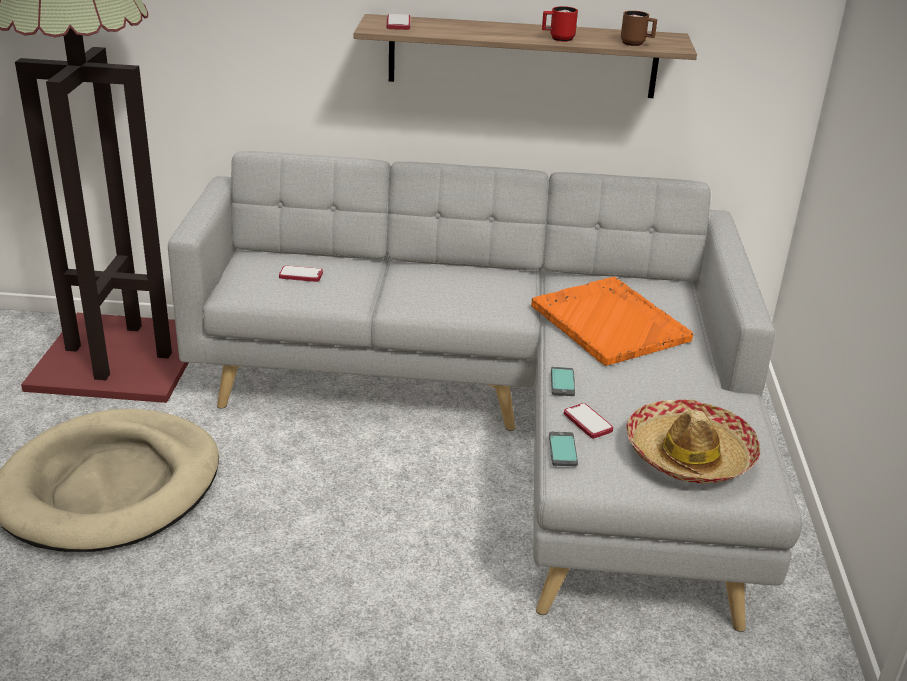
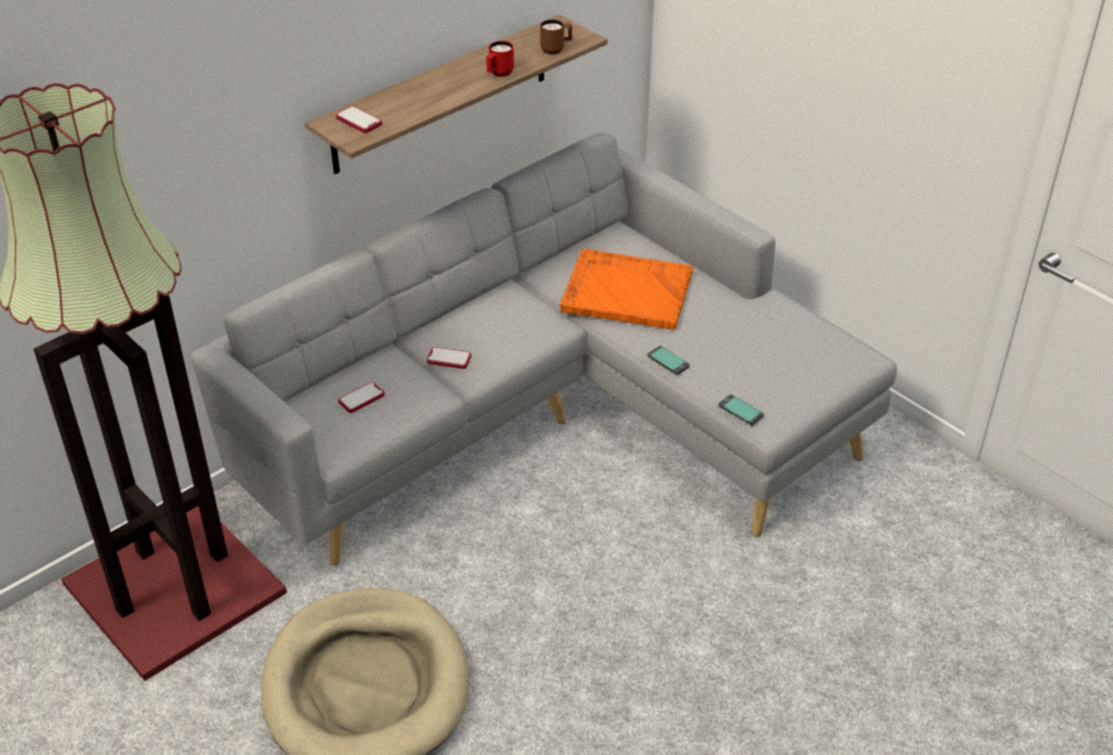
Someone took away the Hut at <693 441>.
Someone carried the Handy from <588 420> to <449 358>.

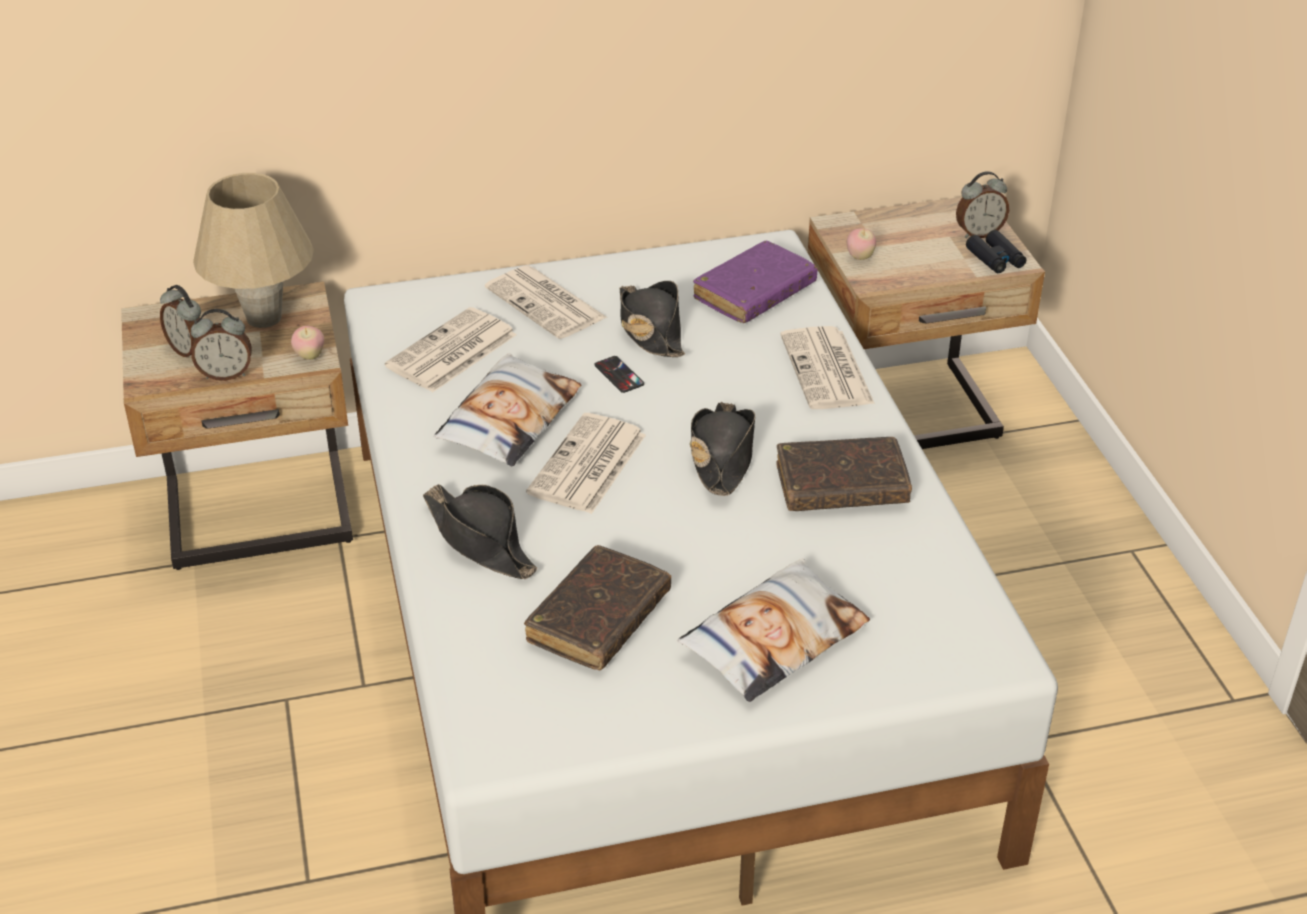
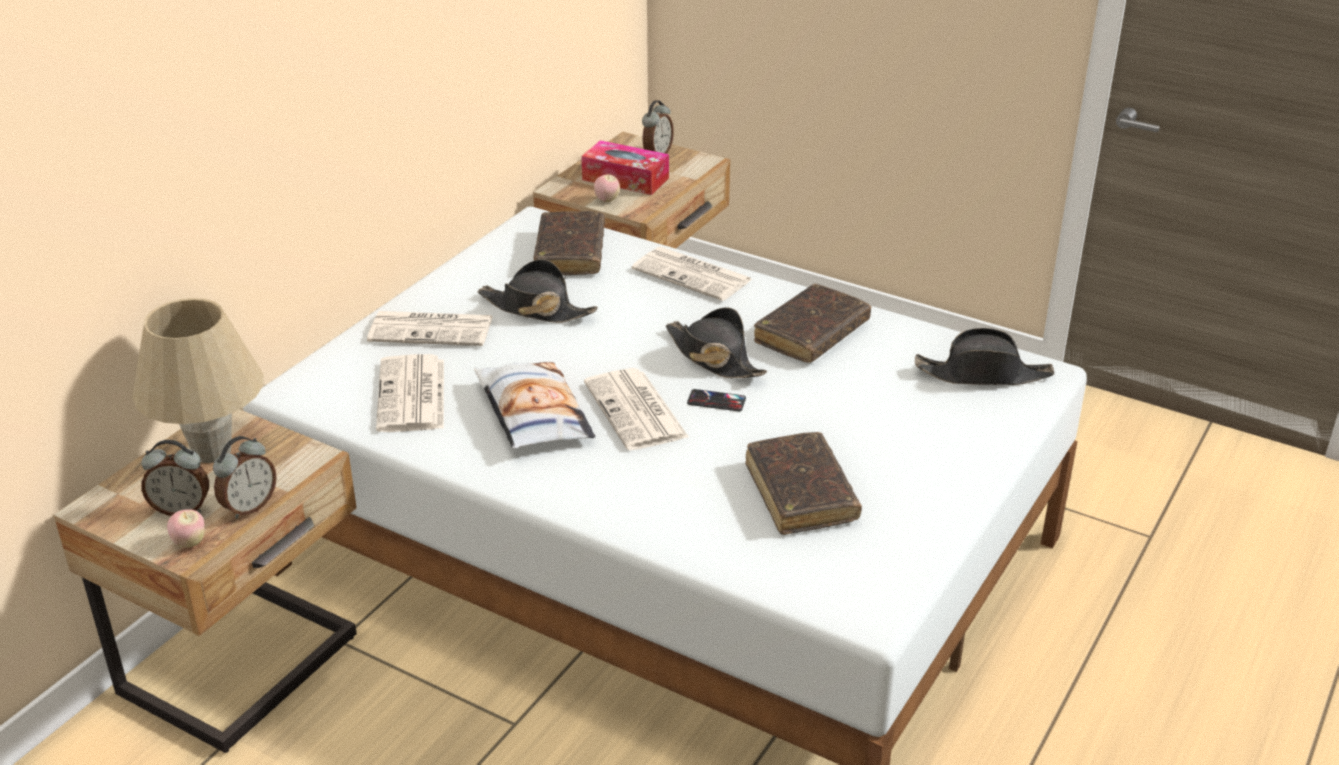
Someone took away the Fernglas [schwarz] at <996 251>.
Someone repainted the Buch [lila] at <755 282>, which became the Buch [braun] at <569 243>.
Someone carried the Apfel from <307 343> to <186 528>.
Someone carried the Handy from <619 374> to <716 400>.
Someone carried the Hut [schwarz] from <480 531> to <984 356>.
Someone took away the Kissen at <773 630>.
Someone put down the Taschentuchbox at <625 167>.

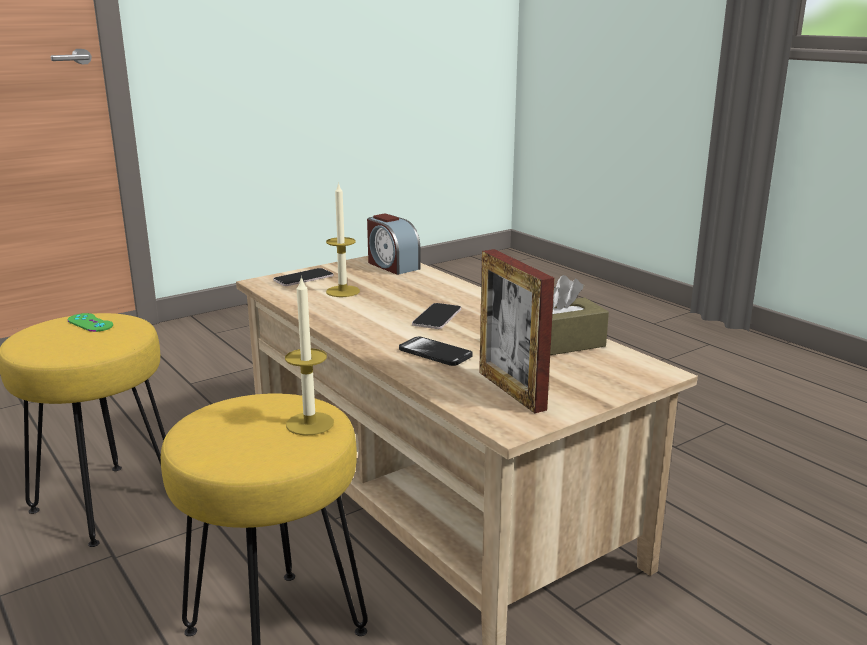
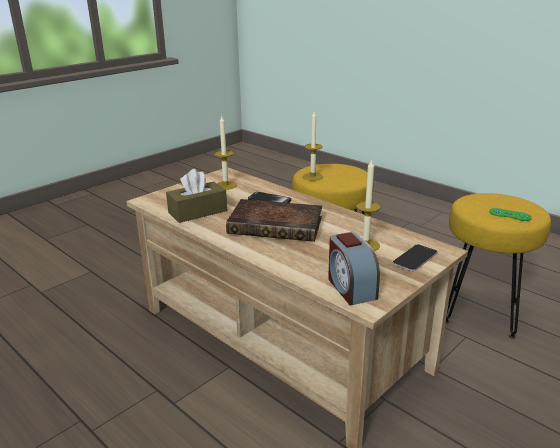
Someone rotated the Wecker at <394 244> by 150 degrees counterclockwise.
Someone swapped the Bilderrahmen at <516 331> for the Kerze at <225 153>.
Someone swapped the Handy at <436 316> for the Buch at <274 220>.

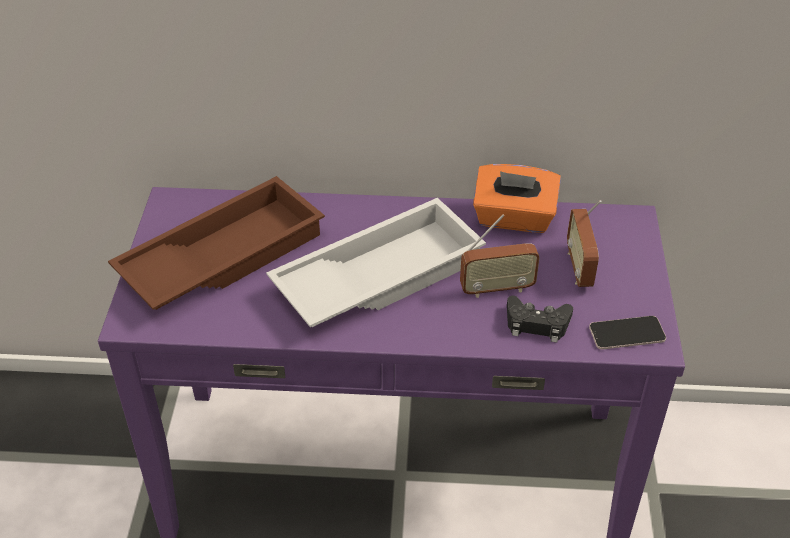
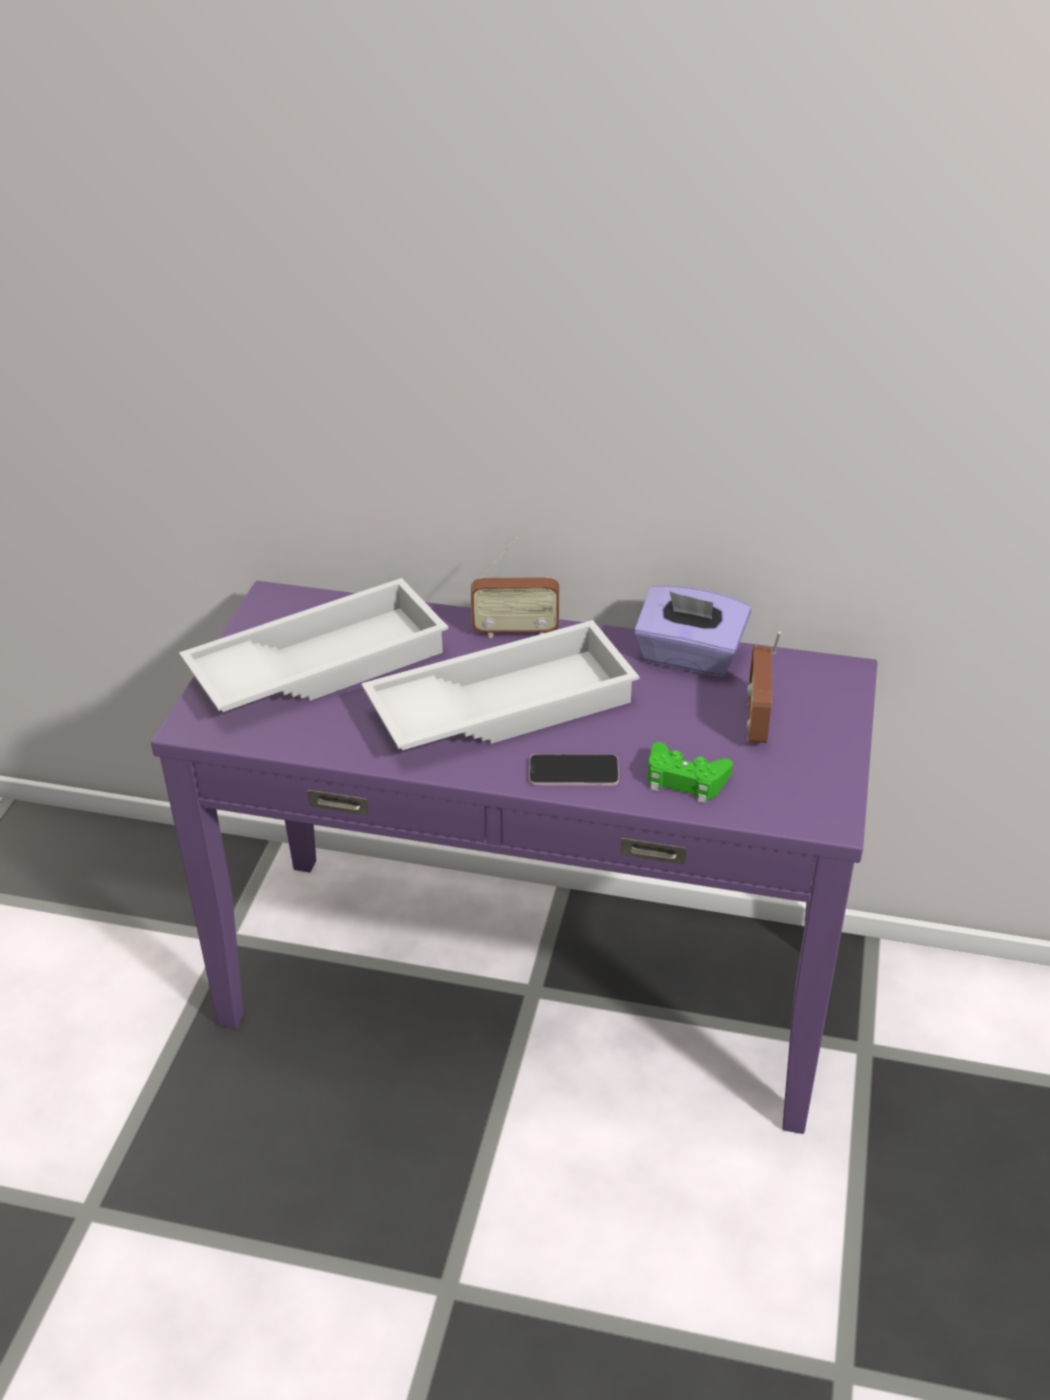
Someone repainted the Taschentuchbox [orange] at <517 198>, which became the Taschentuchbox [lila] at <692 631>.
Someone repainted the Tablett [braun] at <216 243>, which became the Tablett [weiß] at <313 645>.
Someone carried the Radio from <500 256> to <515 587>.
Someone repainted the Gamepad [schwarz] at <540 319>, which became the Gamepad [grün] at <690 772>.
Someone carried the Handy from <627 332> to <574 769>.

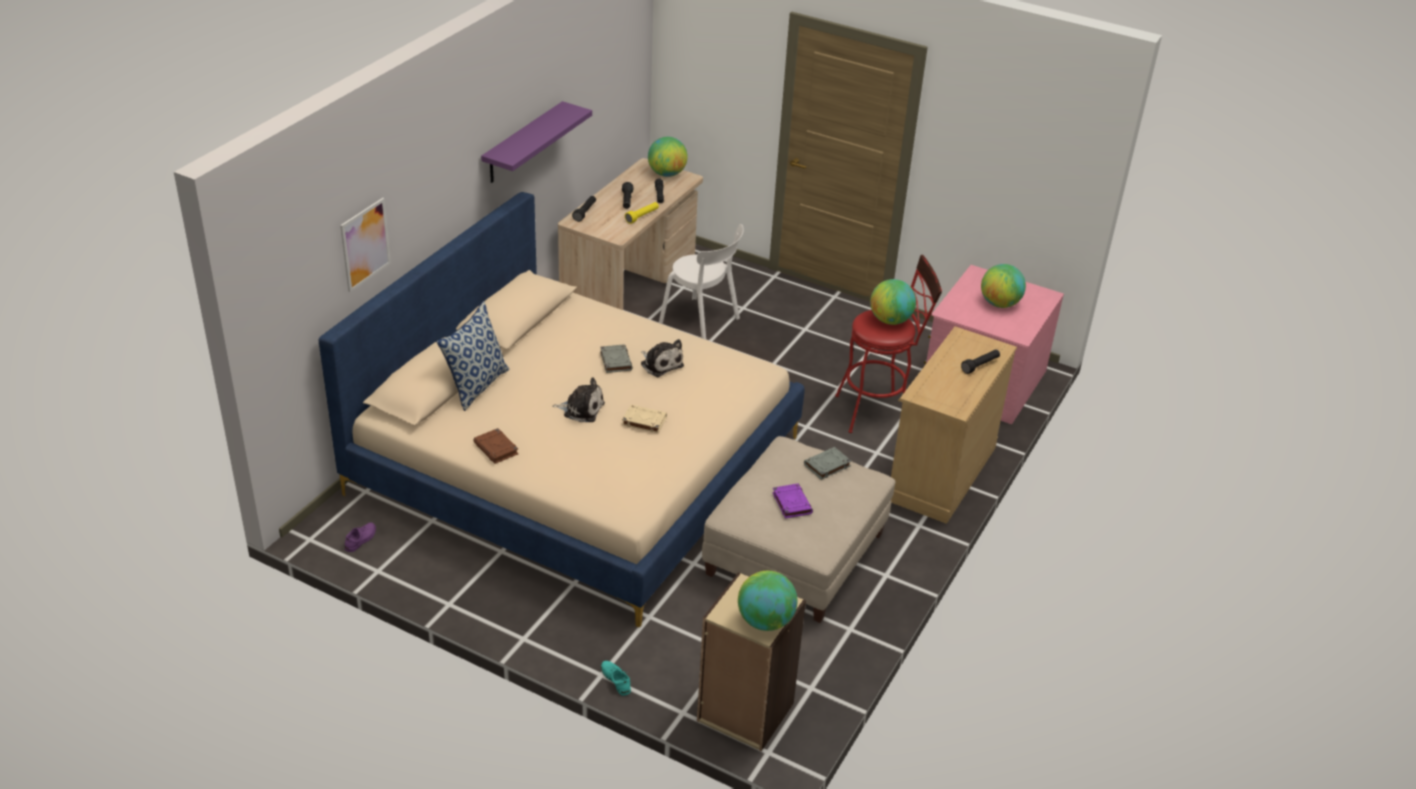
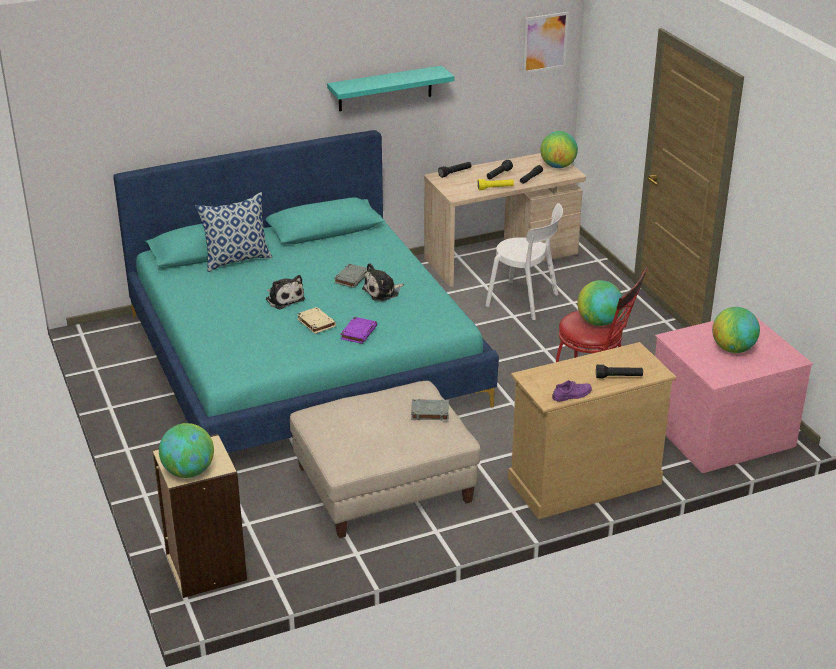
Someone repainted the Wandregal [lila] at <536 142>, which became the Wandregal [türkis] at <391 88>.
Someone repainted the Bett [beige] at <562 409>, which became the Bett [türkis] at <306 292>.
Someone carried the Bild from <365 245> to <546 43>.
Someone rotated the Stuhl [weiß] at <701 282> by 45 degrees counterclockwise.
Someone rotated the Plüschtier at <662 358> by 60 degrees clockwise.
Someone took away the Buch [braun] at <495 446>.
Someone carried the Buch [lila] from <792 501> to <358 330>.
Someone carried the Schuh [lila] from <360 537> to <572 391>.
Someone took away the Schuh [türkis] at <616 678>.

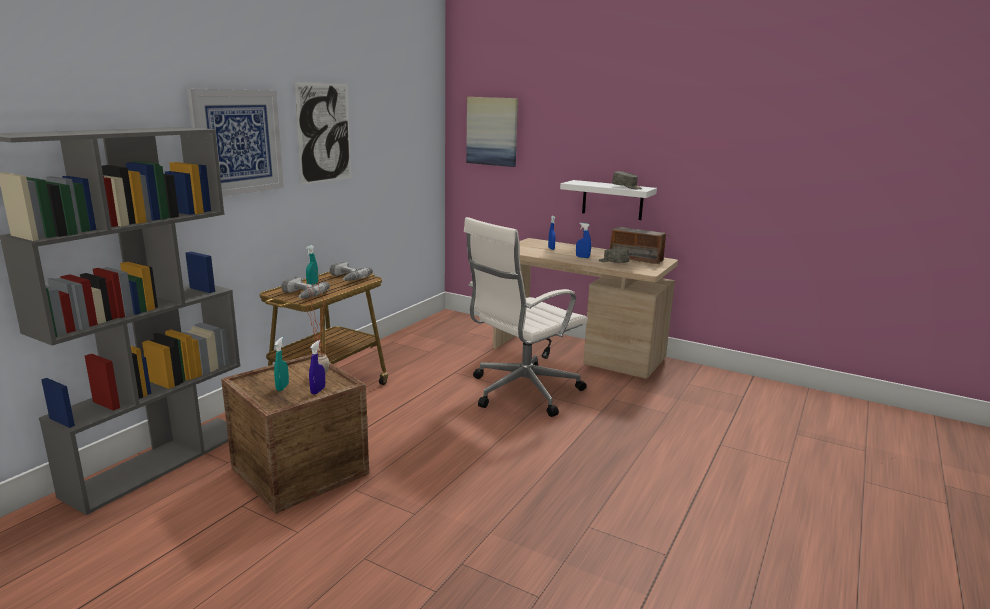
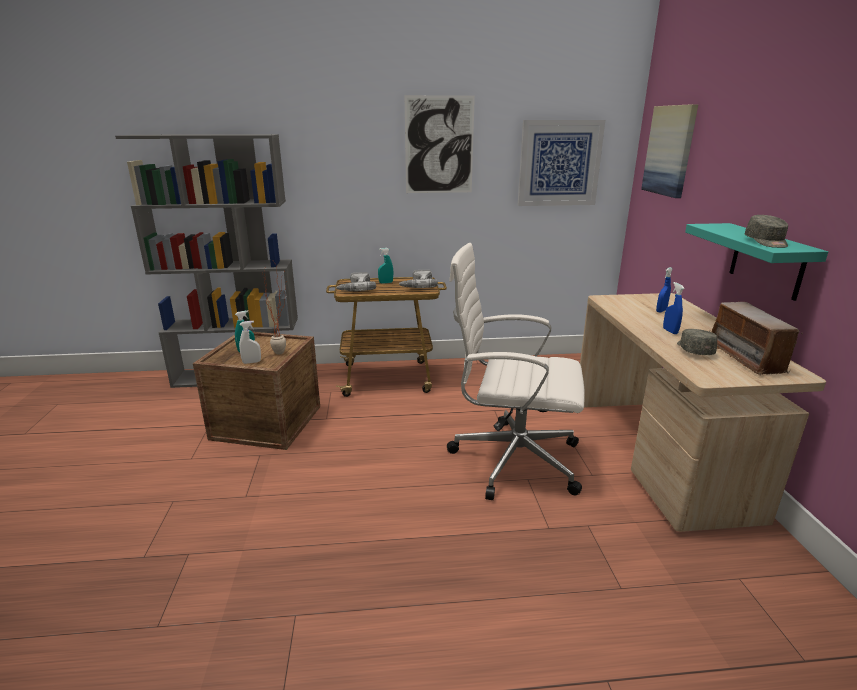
Someone carried the Bild from <235 143> to <561 163>.
Someone repainted the Wandregal [weiß] at <608 200>, which became the Wandregal [türkis] at <756 262>.
Someone repainted the Sprühflasche [blau] at <317 367>, which became the Sprühflasche [weiß] at <250 342>.

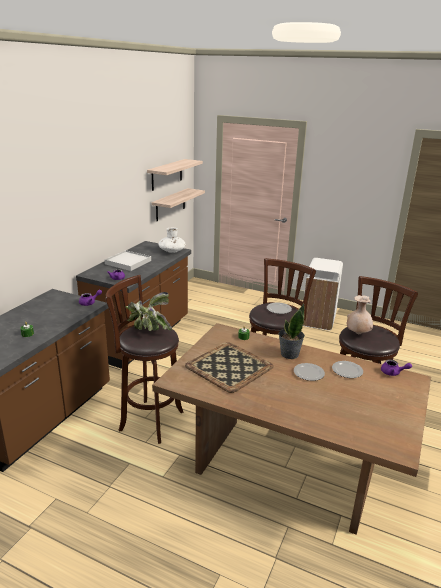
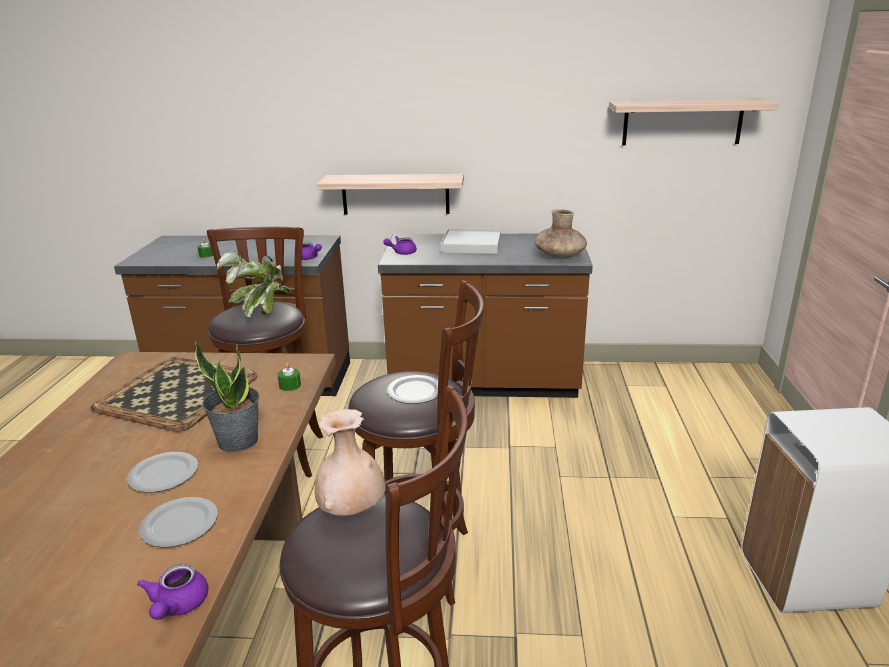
Someone carried the Wandregal from <178 204> to <390 194>.
Someone repainted the Vase [weiß] at <172 240>, which became the Vase [braun] at <561 234>.

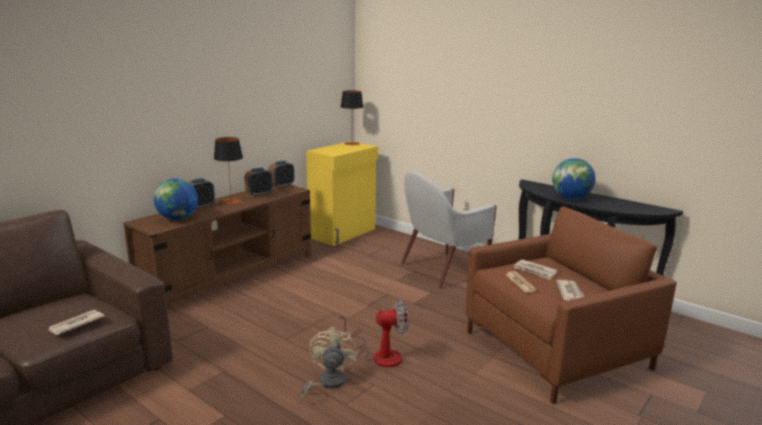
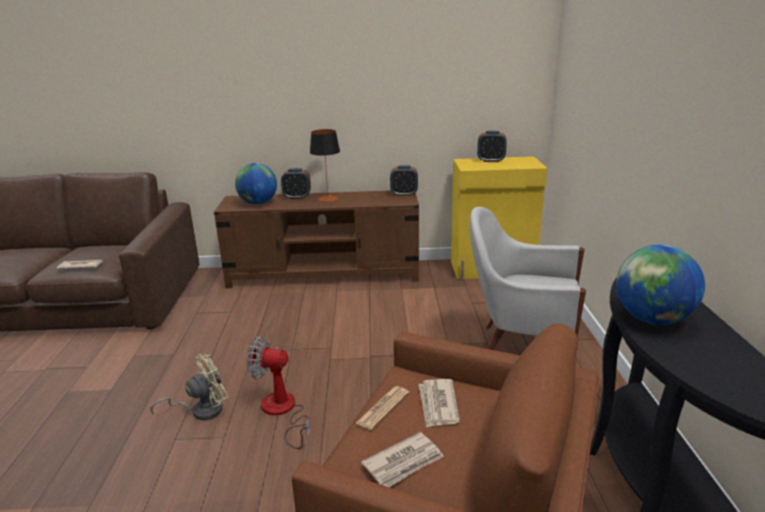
Someone took away the Tischlampe at <352 117>.
Someone carried the Wecker from <258 182> to <492 146>.
Someone rotated the Ventilator at <374 333> by 150 degrees clockwise.

